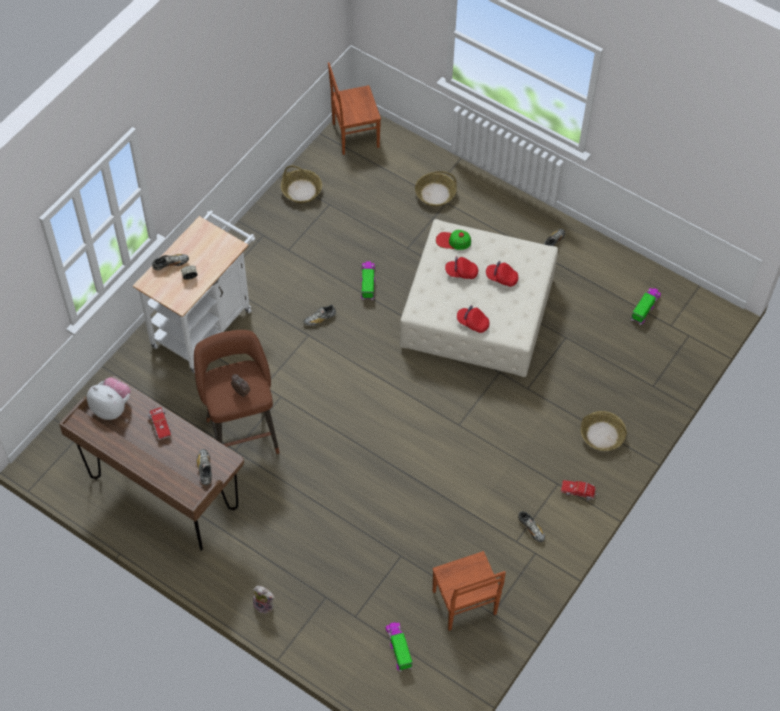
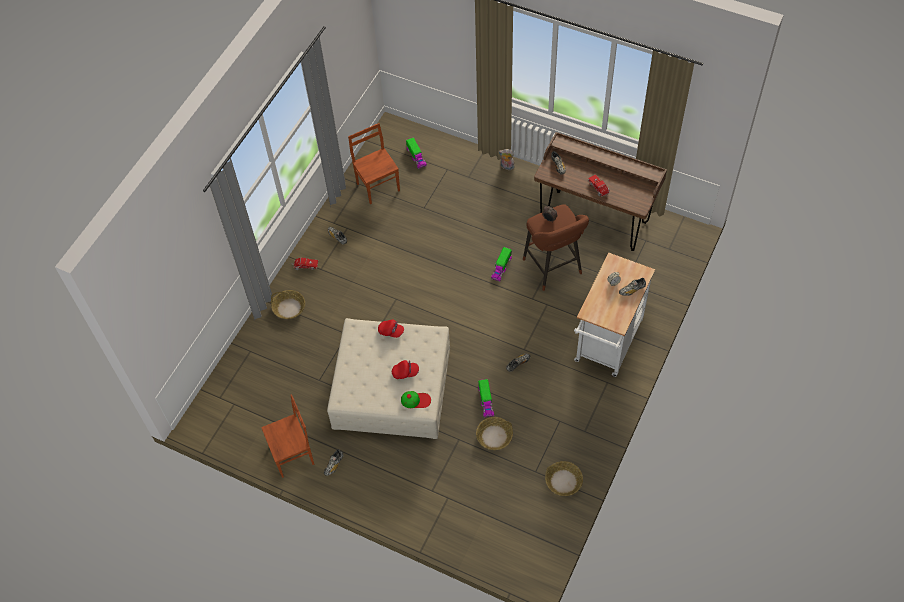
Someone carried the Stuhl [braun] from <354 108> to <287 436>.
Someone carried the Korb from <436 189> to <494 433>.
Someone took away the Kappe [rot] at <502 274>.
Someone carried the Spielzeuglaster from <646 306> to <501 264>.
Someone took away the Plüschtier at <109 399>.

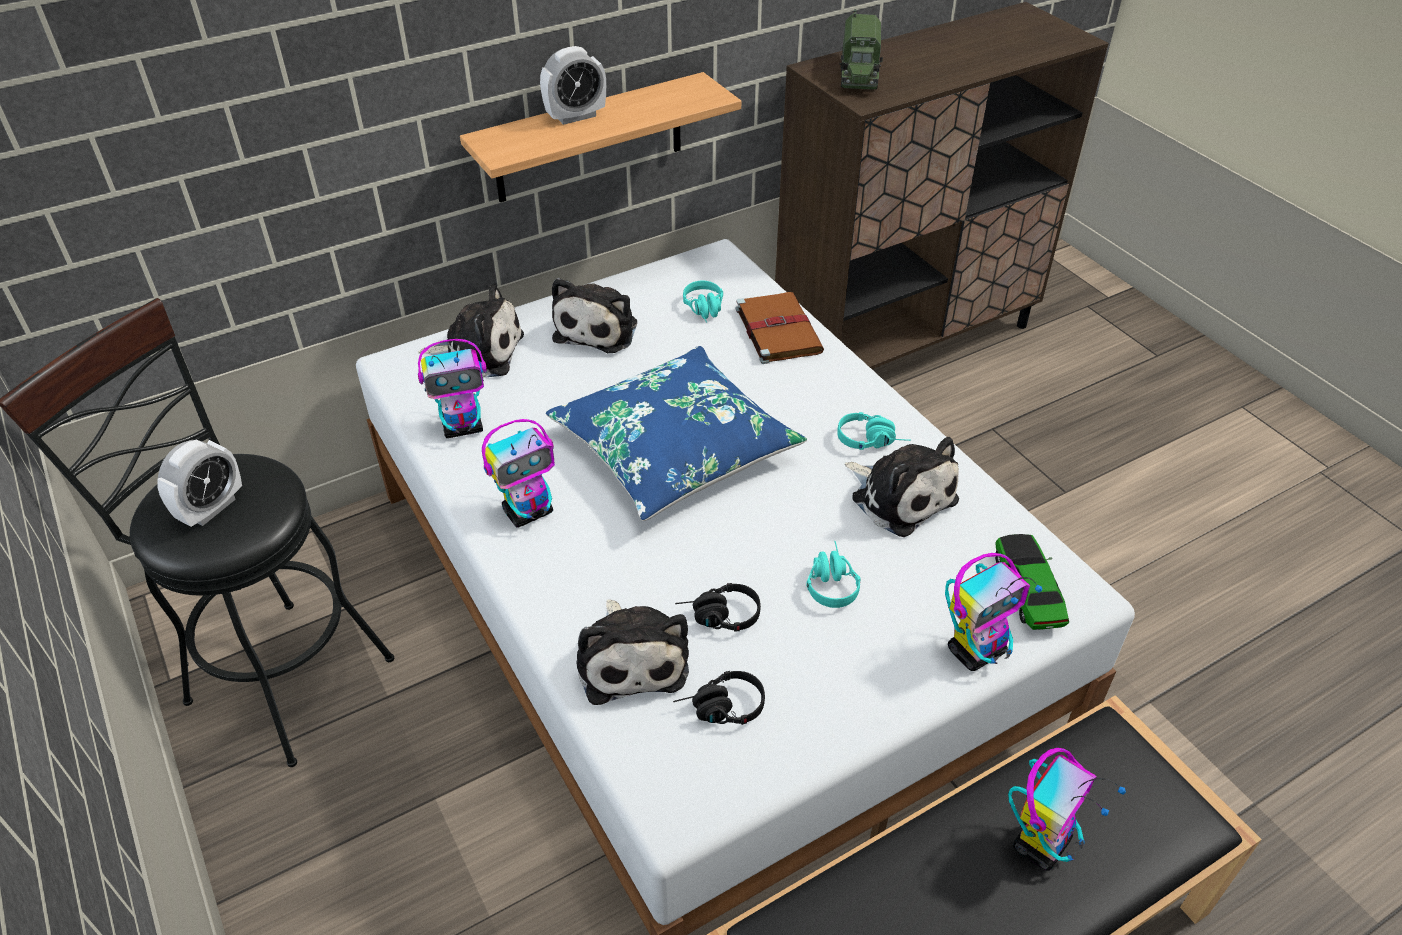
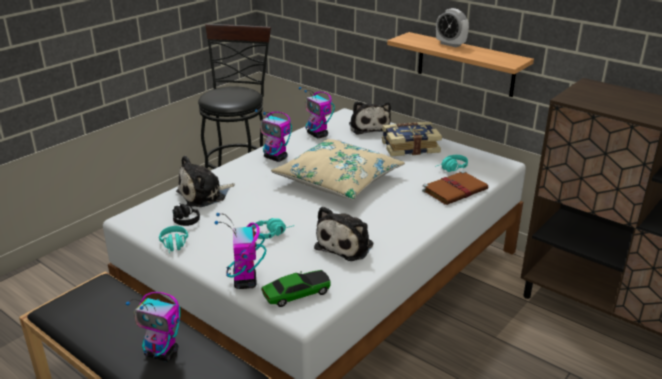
Someone took away the Spielzeuglaster at <861 49>.
Someone swapped the Plüschtier at <594 315> for the Buch at <412 139>.
Someone repainted the Kissen [blau] at <676 433>, which became the Kissen [beige] at <338 169>.
Someone carried the Kopfhörer [türkis] from <874 431> to <173 239>.
Someone took away the Wecker at <199 483>.
Someone rotated the Spielzeugroboter at <993 612> by 45 degrees clockwise.
Someone took away the Kopfhörer [schwarz] at <718 607>.

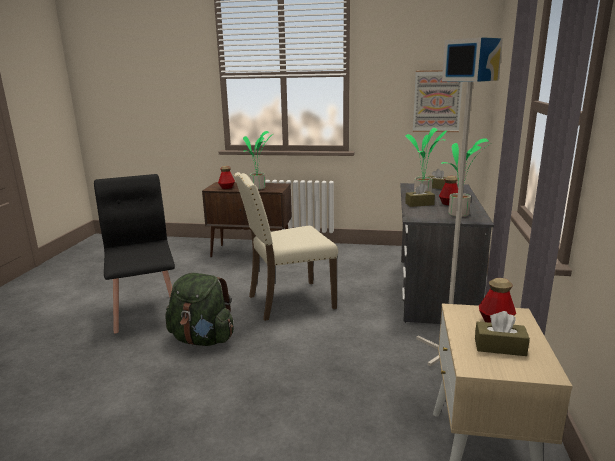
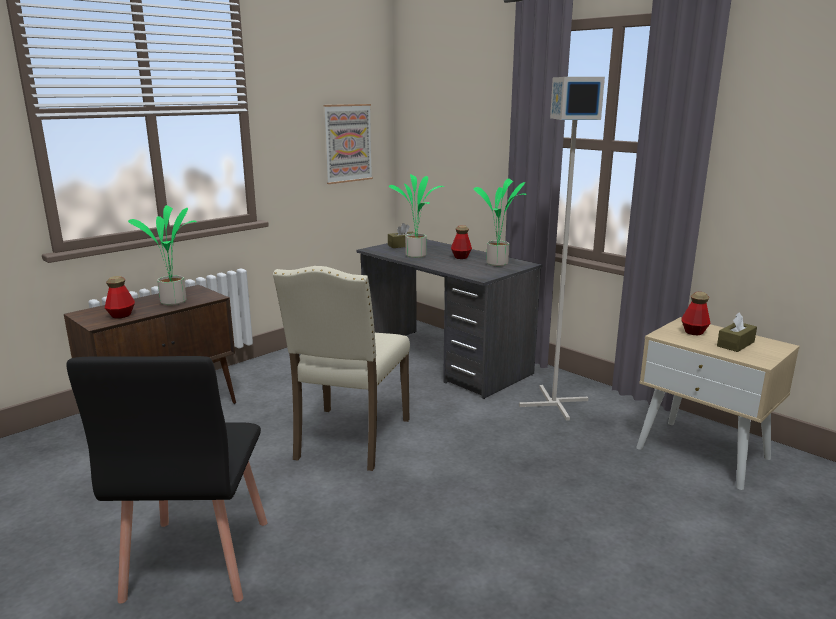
Someone rotated the Stuhl [schwarz] at <134 253> by 105 degrees counterclockwise.
Someone took away the Taschentuchbox [braun] at <420 195>.
Someone took away the Rucksack [grün] at <199 309>.

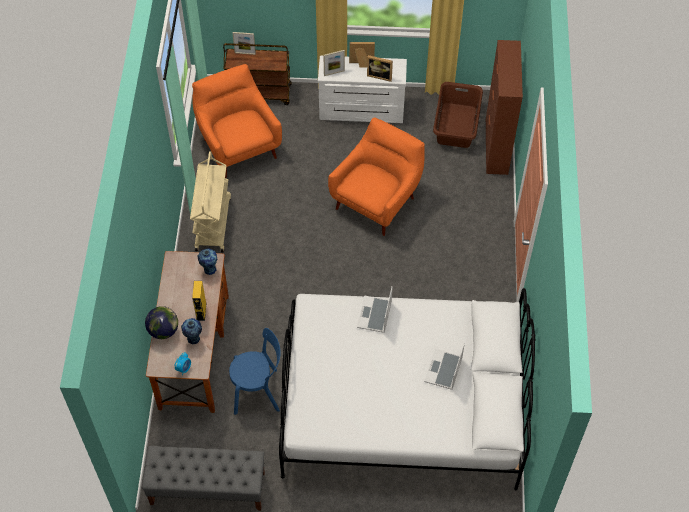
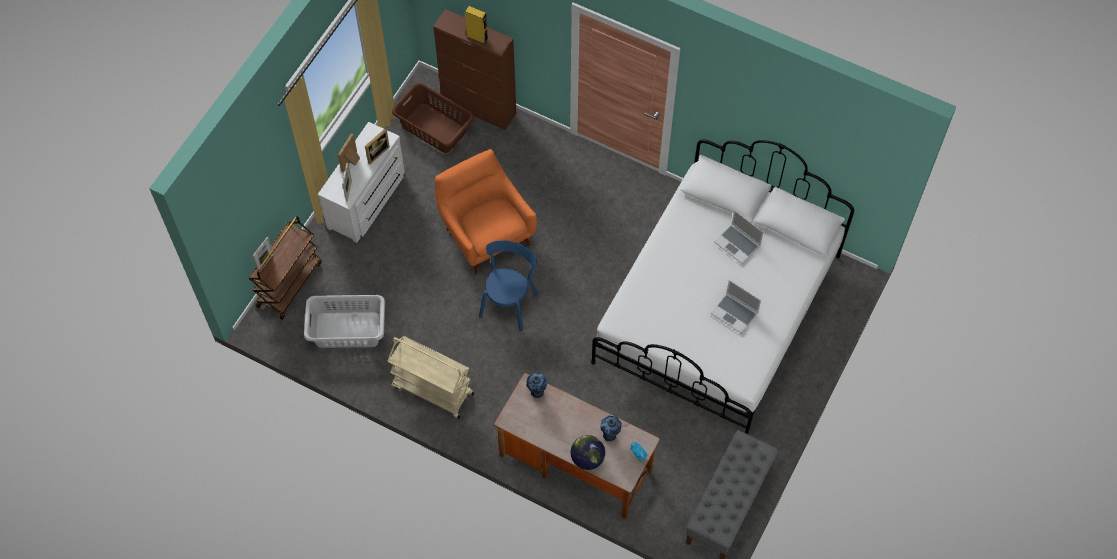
Someone swapped the Sessel [orange] at <237 121> for the Wäschekorb [grau] at <344 321>.
Someone carried the Lautsprecher [gelb] from <199 301> to <476 25>.
Someone carried the Laptop from <375 309> to <735 307>.
Someone carried the Stuhl [blau] from <254 371> to <508 286>.

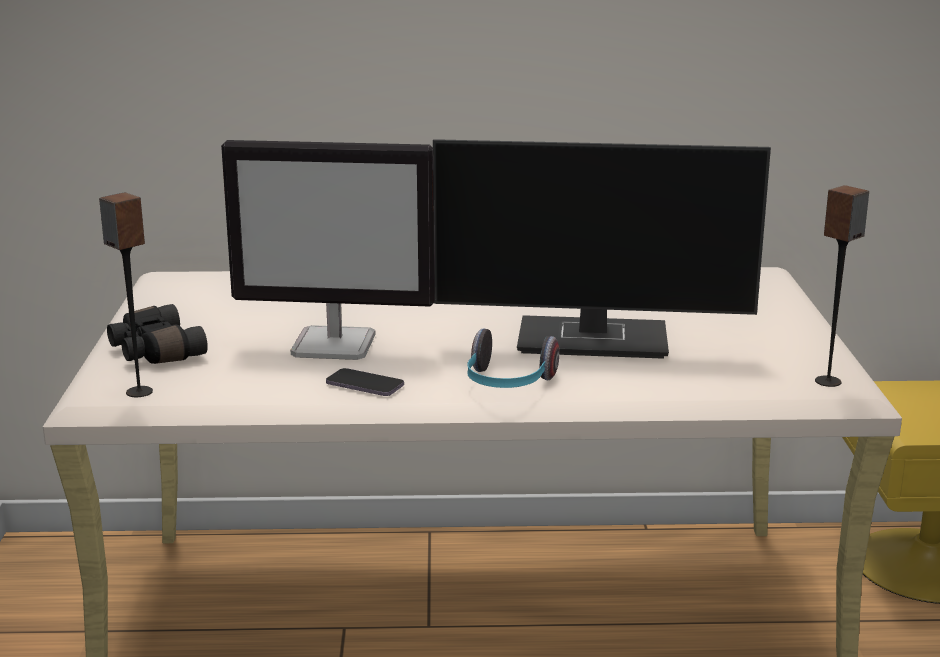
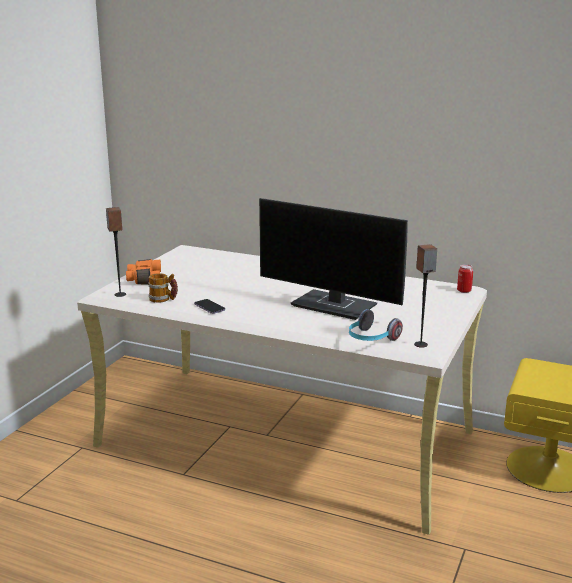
Someone took away the Monitor at <328 250>.
Someone repainted the Fernglas [schwarz] at <157 334>, which became the Fernglas [orange] at <143 272>.
Someone carried the Kopfhörer from <513 358> to <376 325>.
Someone put down the Dose at <465 278>.
Someone put down the Henkelbecher at <163 288>.

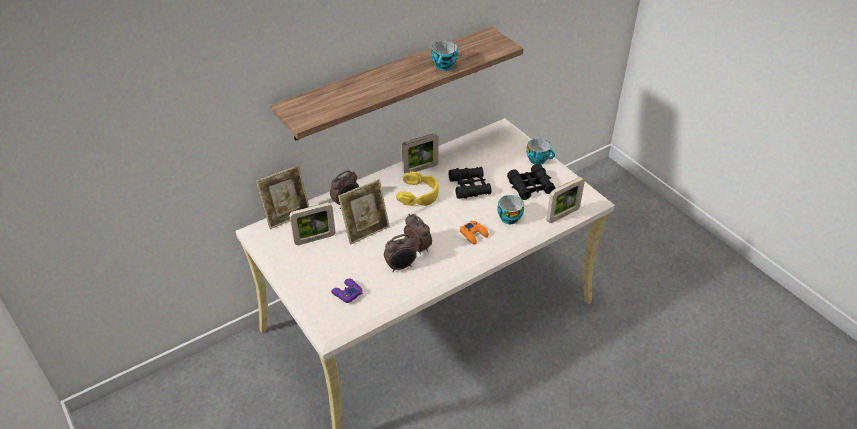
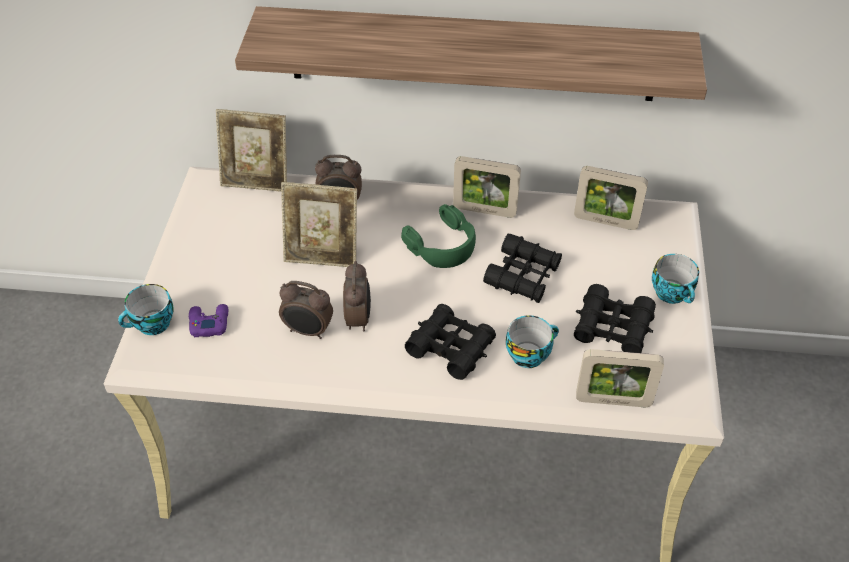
Someone carried the Tasse from <444 56> to <146 309>.
Someone repainted the Kopfhörer [gelb] at <417 188>, which became the Kopfhörer [grün] at <438 236>.
Someone carried the Bilderrahmen from <312 223> to <611 198>.
Someone swapped the Gamepad [orange] at <474 233> for the Fernglas [schwarz] at <450 342>.

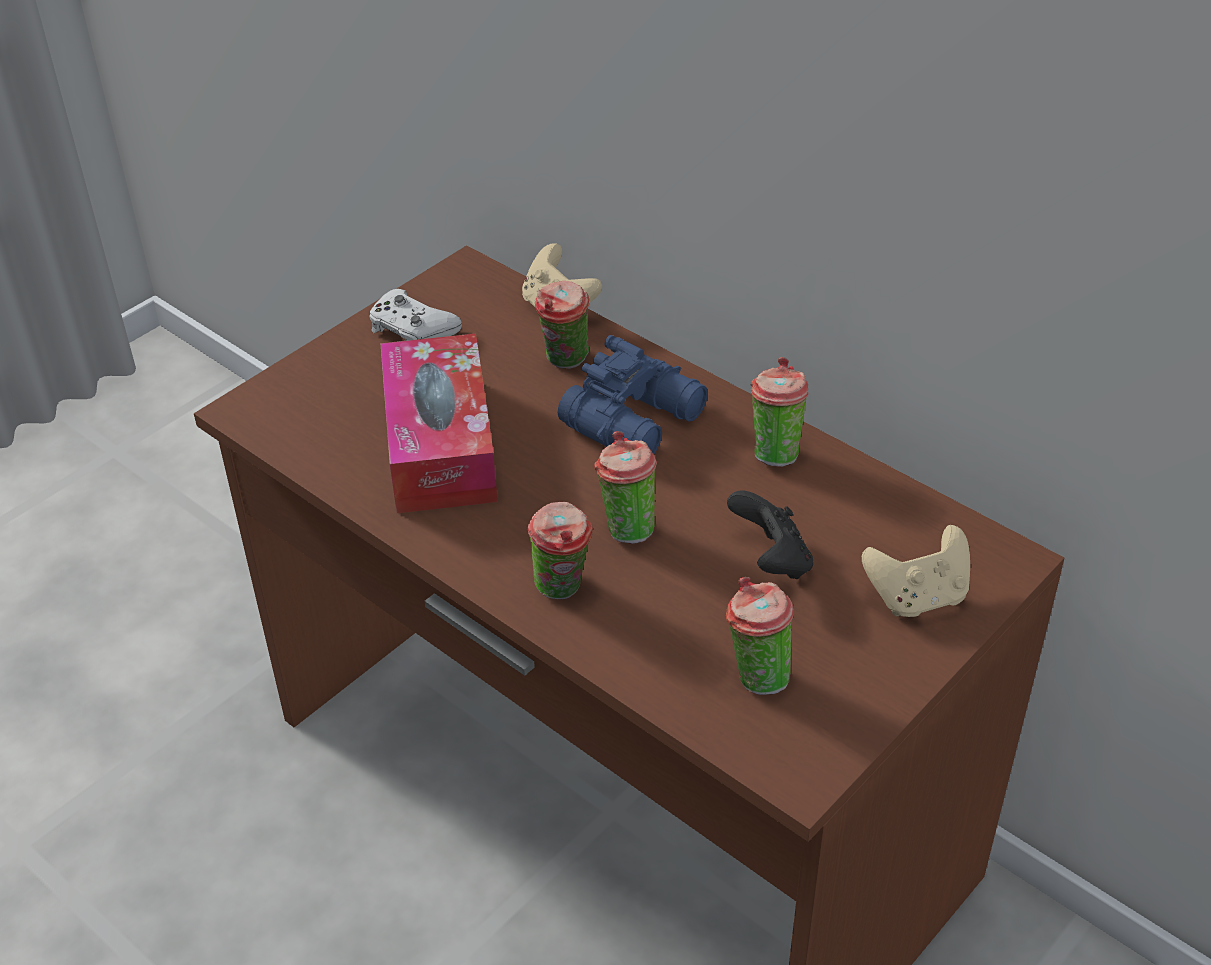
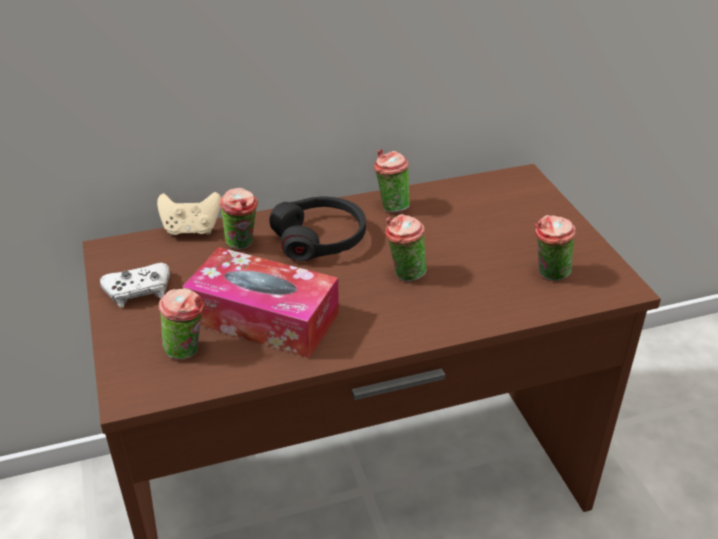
Someone swapped the Fernglas [blau] at <633 394> for the Kopfhörer [schwarz] at <317 228>.
Someone took away the Gamepad [schwarz] at <770 534>.
Someone carried the Tasse from <560 550> to <181 323>.
Someone took away the Gamepad [beige] at <916 571>.

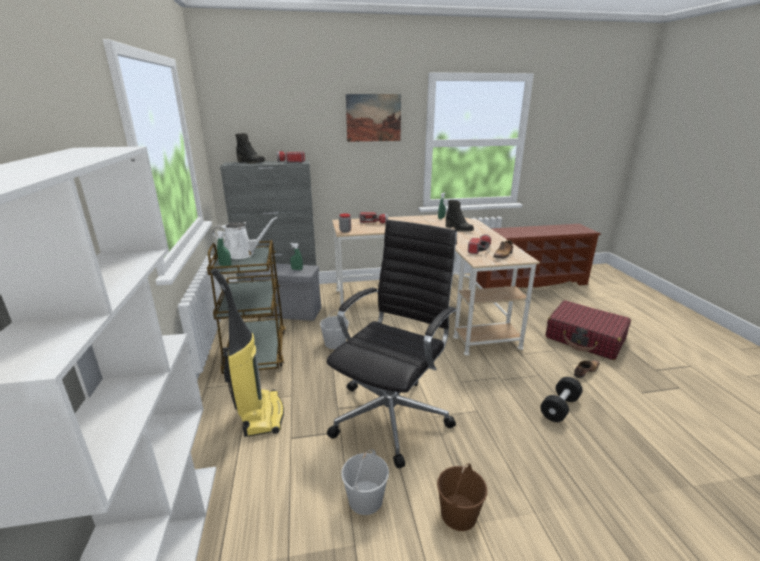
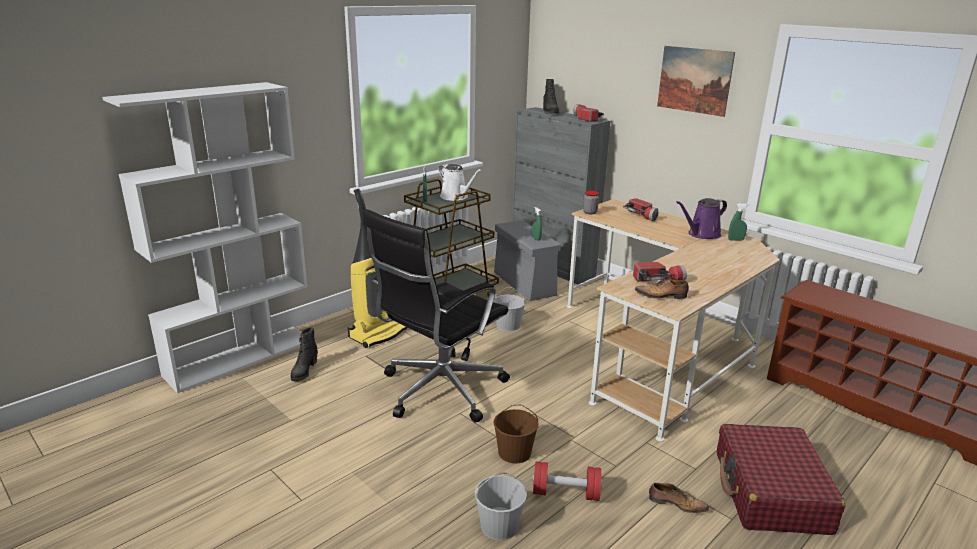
Someone carried the Stiefel [schwarz] from <460 216> to <304 354>.
Someone rotated the Bürostuhl [schwarz] at <392 344> by 135 degrees clockwise.
Someone repainted the Hantel [schwarz] at <561 399>, which became the Hantel [rot] at <567 481>.
Someone carried the Eimer [weiß] from <365 482> to <501 506>.
Someone carried the Eimer [braun] from <462 497> to <515 434>.
Someone put down the Gießkanne [lila] at <701 218>.

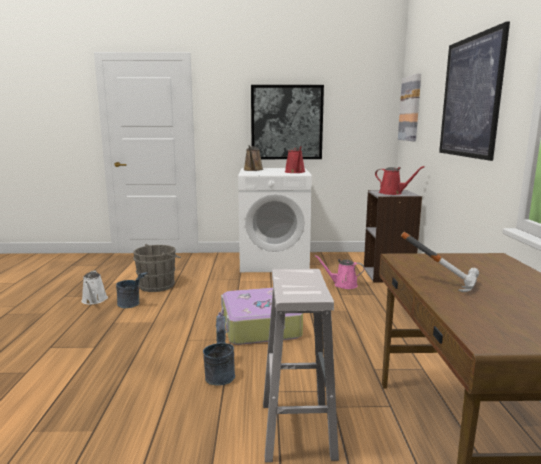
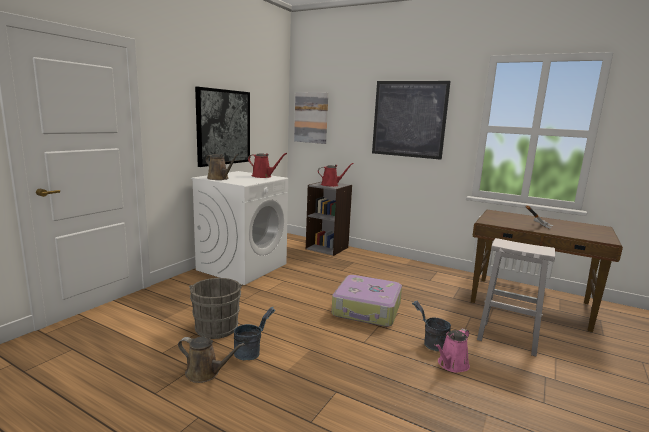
Someone carried the Gießkanne [rosa] from <340 272> to <452 350>.
Someone repainted the Gießkanne [weiß] at <94 287>, which became the Gießkanne [braun] at <211 360>.

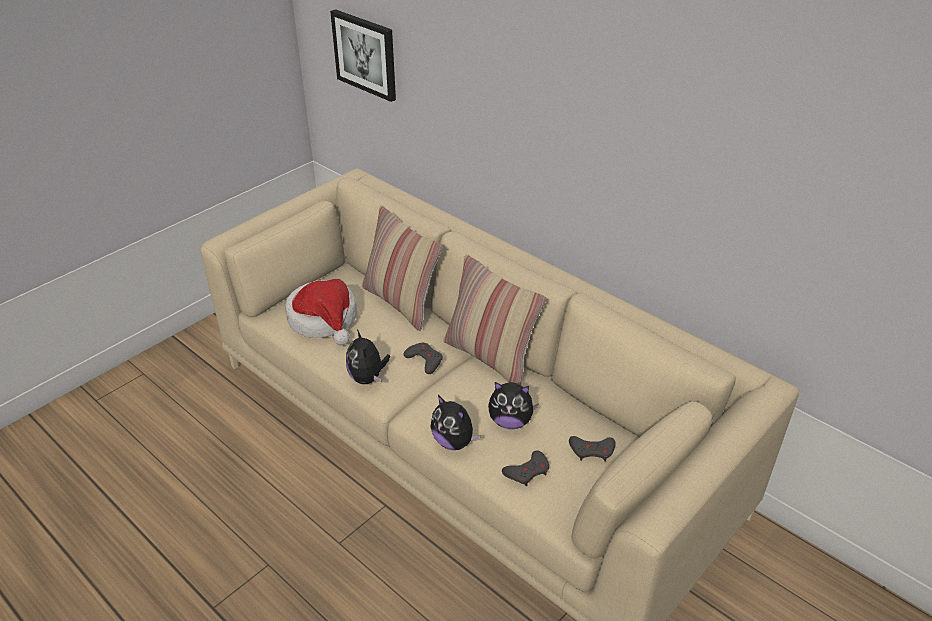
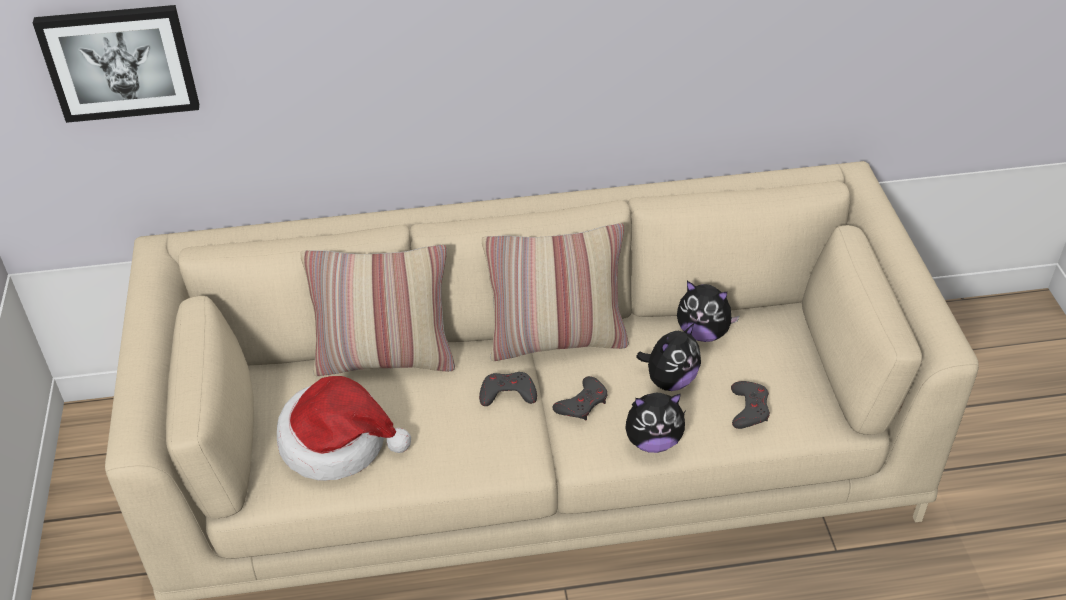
Someone carried the Plüschtier from <368 356> to <708 311>.
Someone carried the Gamepad [grau] from <592 449> to <580 398>.

